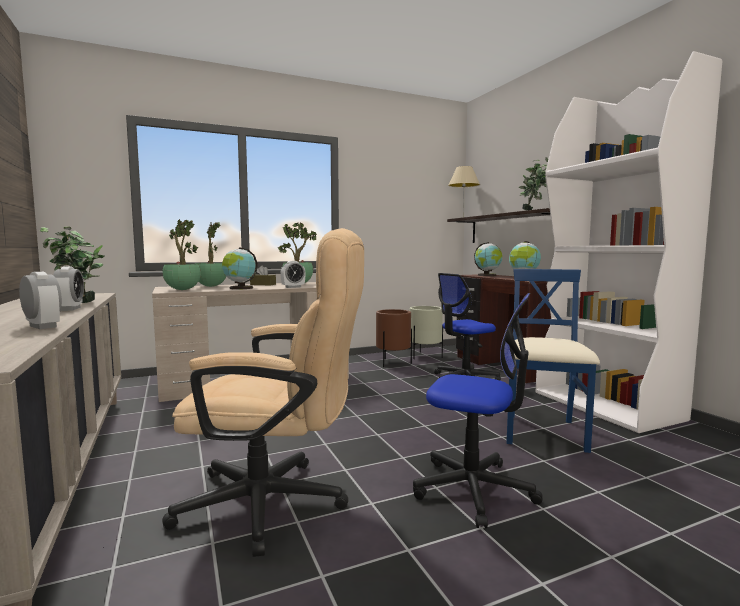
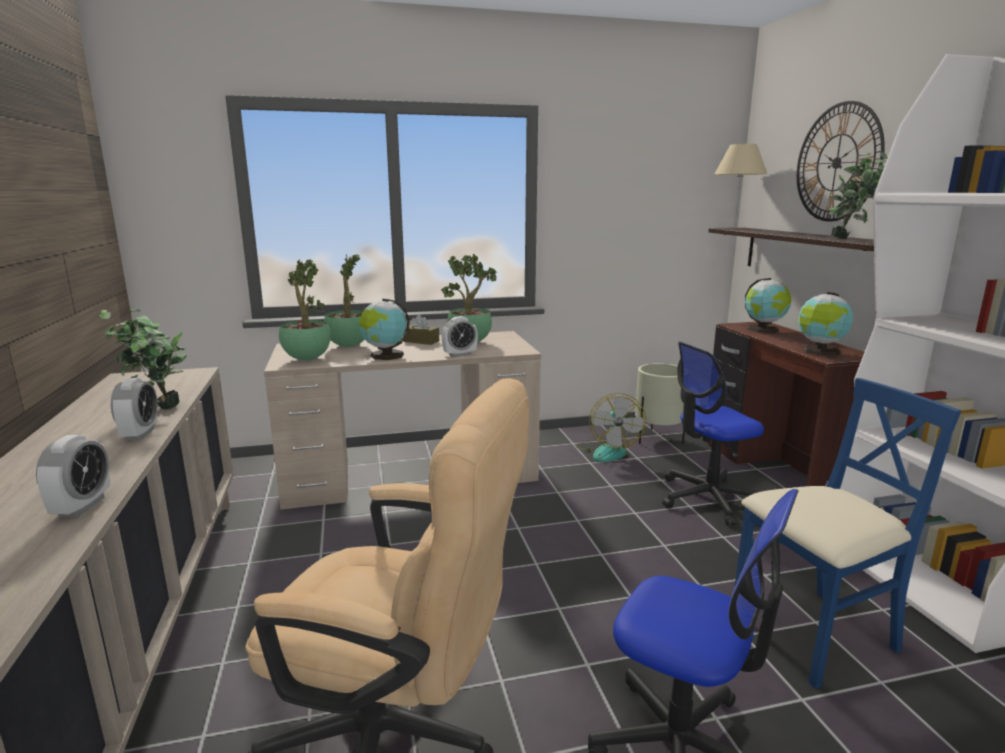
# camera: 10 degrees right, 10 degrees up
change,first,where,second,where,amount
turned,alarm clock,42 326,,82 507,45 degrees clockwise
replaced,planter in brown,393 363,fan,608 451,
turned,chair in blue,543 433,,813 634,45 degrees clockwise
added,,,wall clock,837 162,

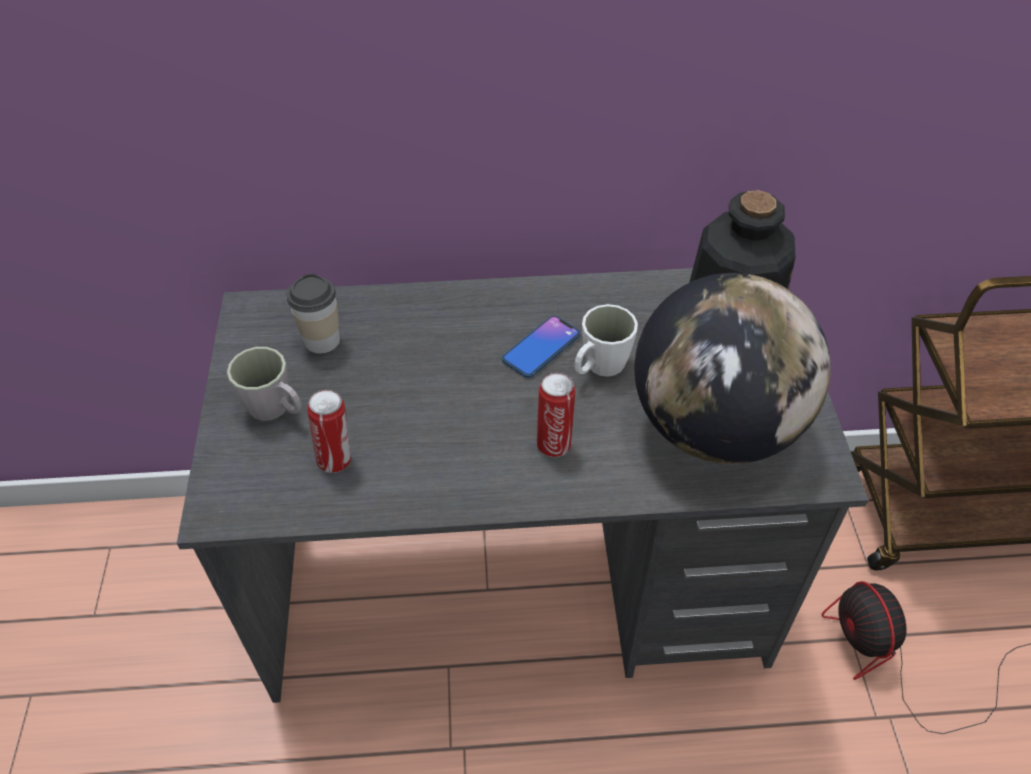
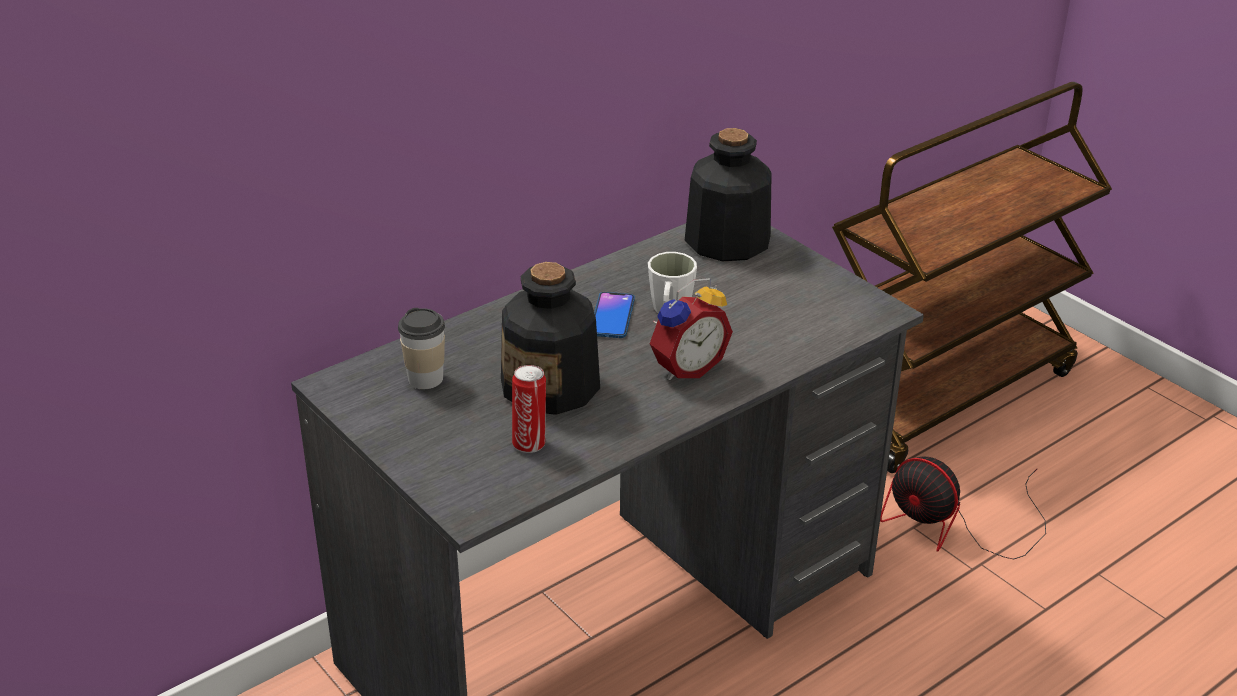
# camera: 35 degrees left, 15 degrees down
change,first,where,second,where,amount
removed,mug in grey,276 409,,,
replaced,can,554 443,alarm clock,686 367,
removed,globe,715 427,,,
added,,,bottle,551 386,

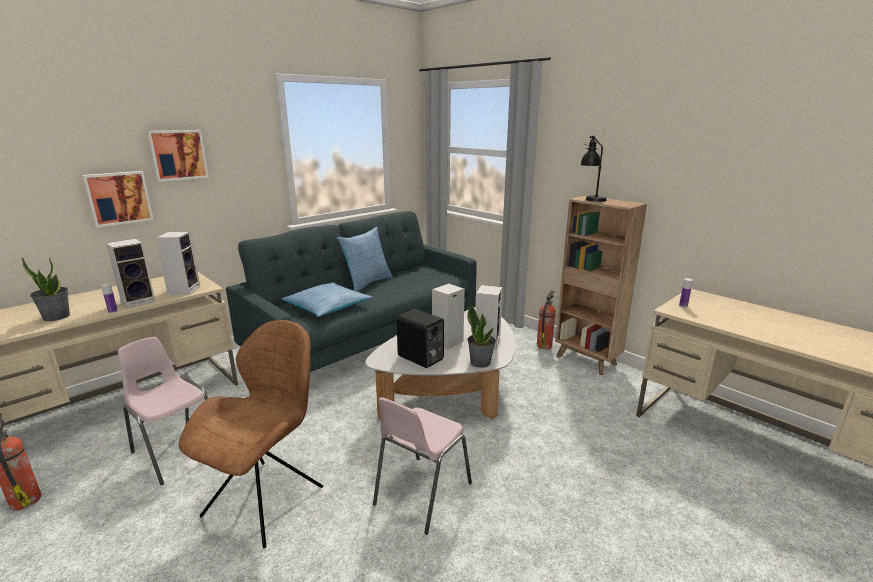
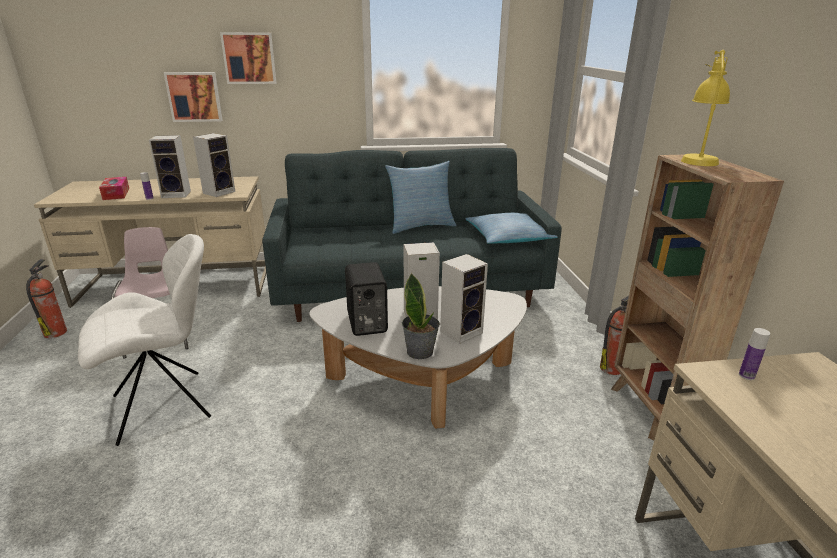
# camera: 35 degrees right, 5 degrees up
change,first,where,second,where,amount
replaced,potted plant,56 316,tissue box,116 194,
recoloured,chair in brown,267 498,chair in white,166 405,
moved,pillow,327 307,,508 237,
removed,chair in pink,421 494,,,
recoloured,table lamp in black,590 198,table lamp in yellow,697 159,

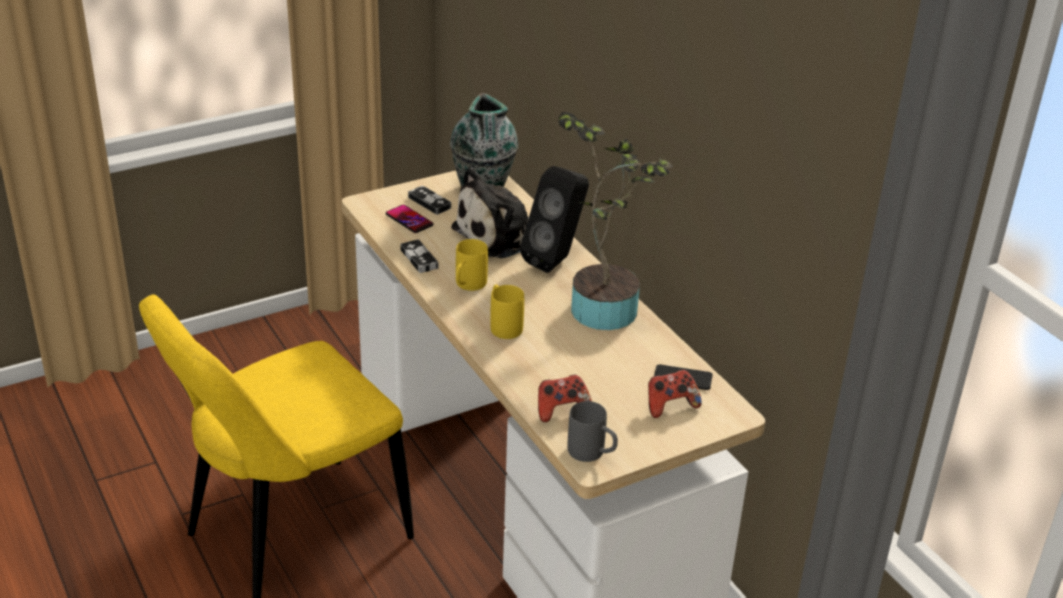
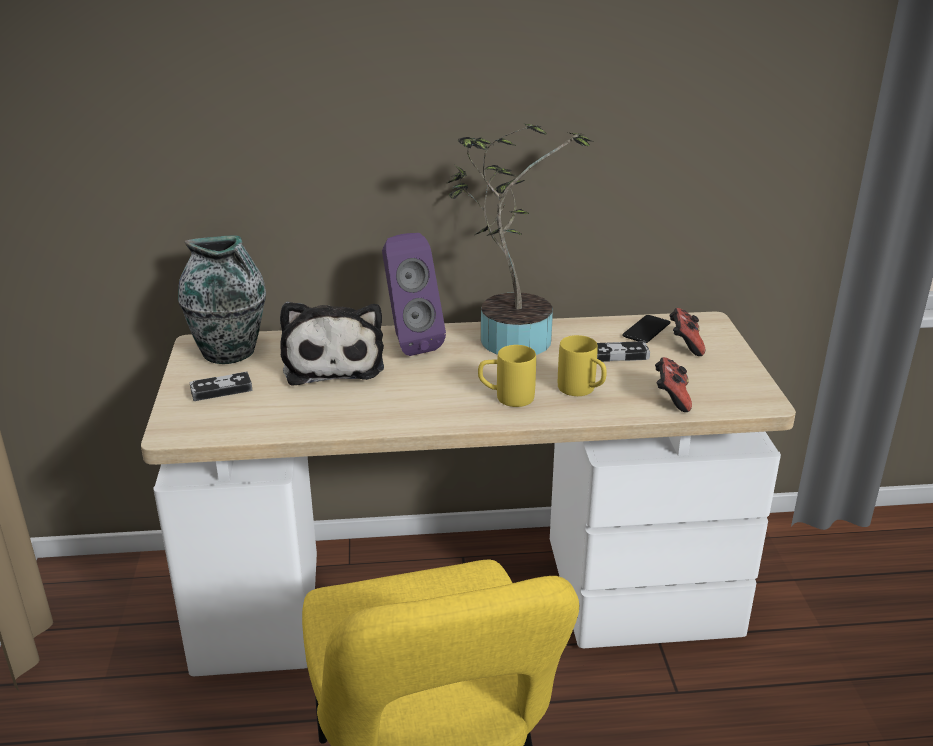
# camera: 65 degrees left, 5 degrees down
change,first,where,second,where,amount
removed,phone,409 220,,,
moved,game controller,419 259,,620 355,
moved,mug in yellow,467 286,,582 391,
recoloured,speaker in black,556 260,speaker in purple,409 343,
removed,mug in grey,592 454,,,

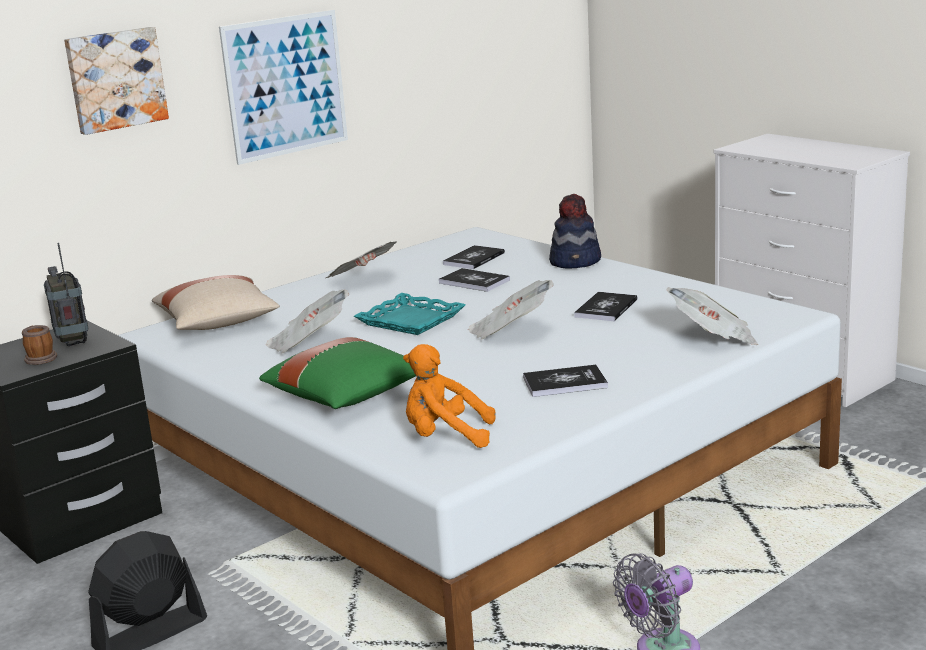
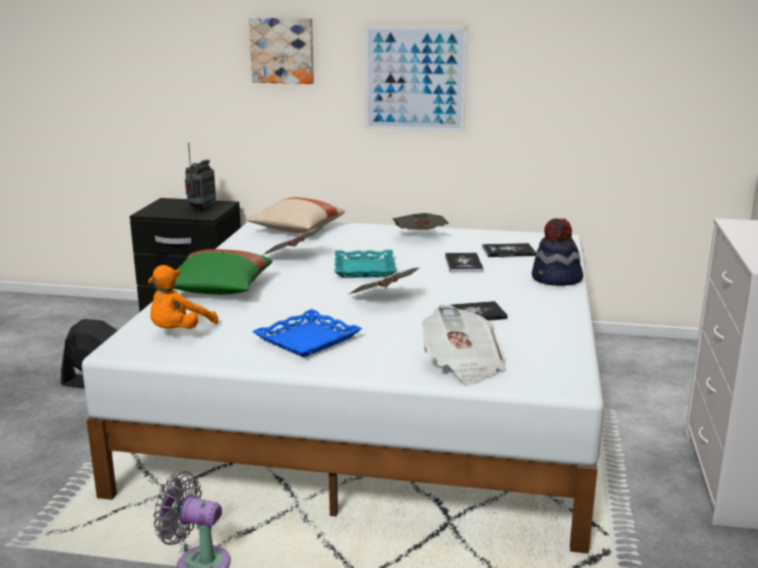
# camera: 50 degrees right, 0 degrees up
change,first,where,second,where,amount
removed,mug,40 358,,,
turned,plush toy in orange,445 437,,179 332,120 degrees counterclockwise
replaced,book,565 383,tray in blue,308 340,

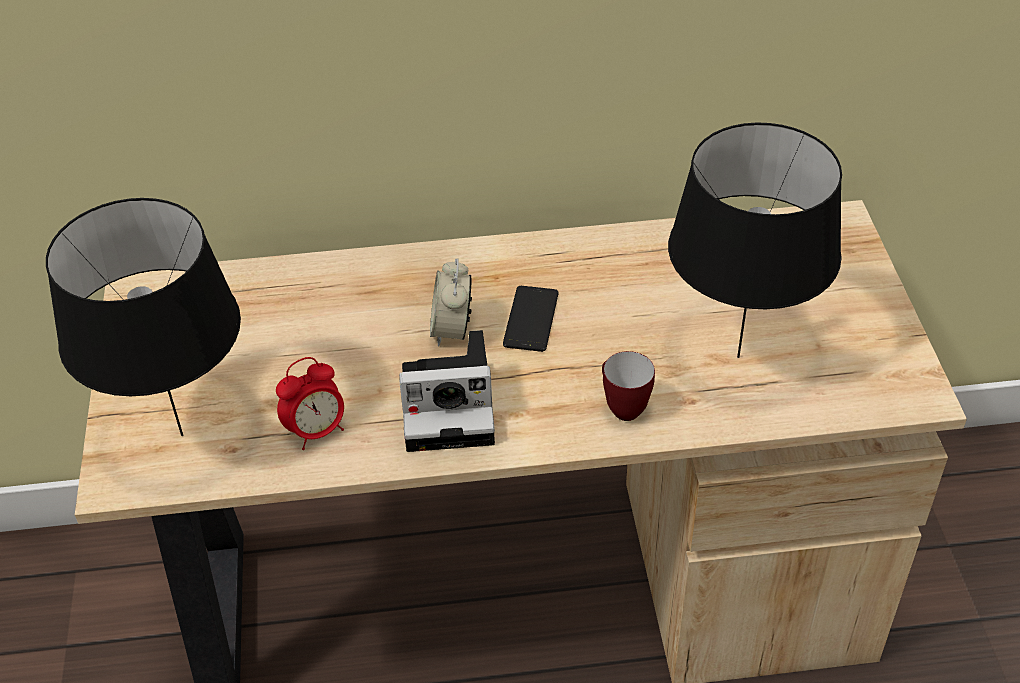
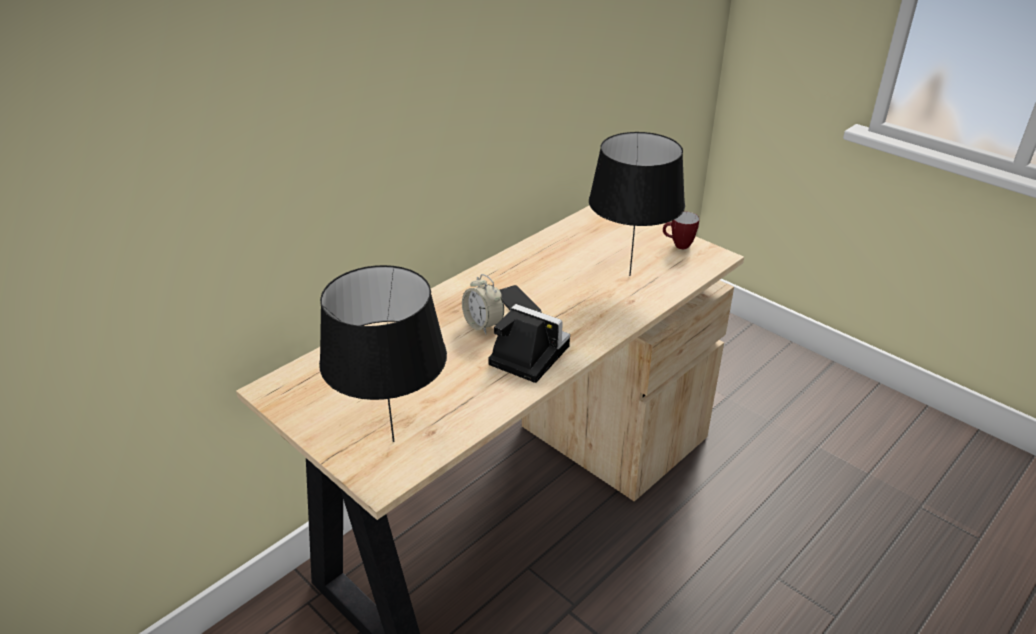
# camera: 40 degrees left, 10 degrees down
change,first,where,second,where,amount
removed,alarm clock,316 431,,,
turned,photo camera,452 405,,526 355,105 degrees counterclockwise
moved,mug,621 407,,678 245,

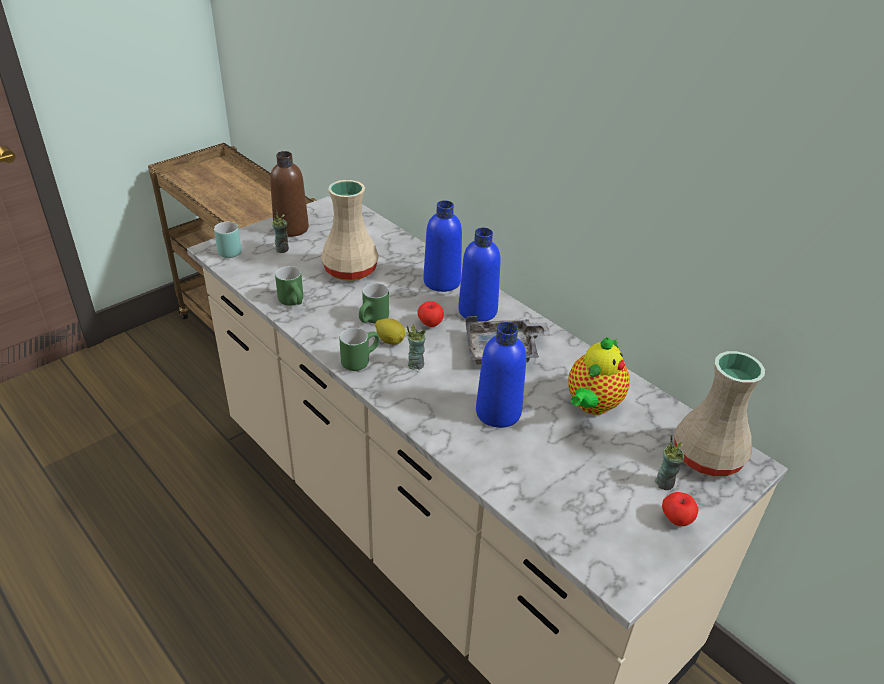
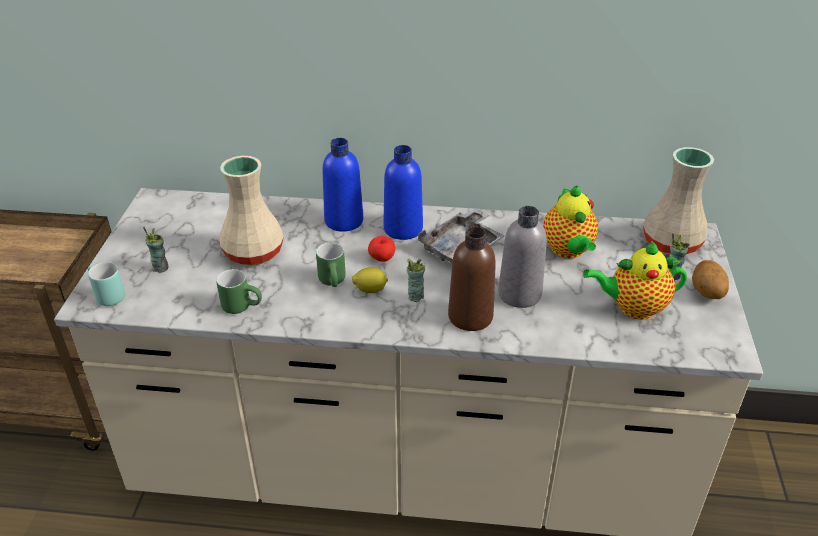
# camera: 40 degrees left, 0 degrees up
change,first,where,second,where,amount
moved,bottle in brown,291 228,,470 316,
removed,mug in green,359 360,,,
recoloured,bottle in blue,498 412,bottle in grey,519 294,
replaced,apple,676 519,potato,706 293,
added,,,teapot,633 308,

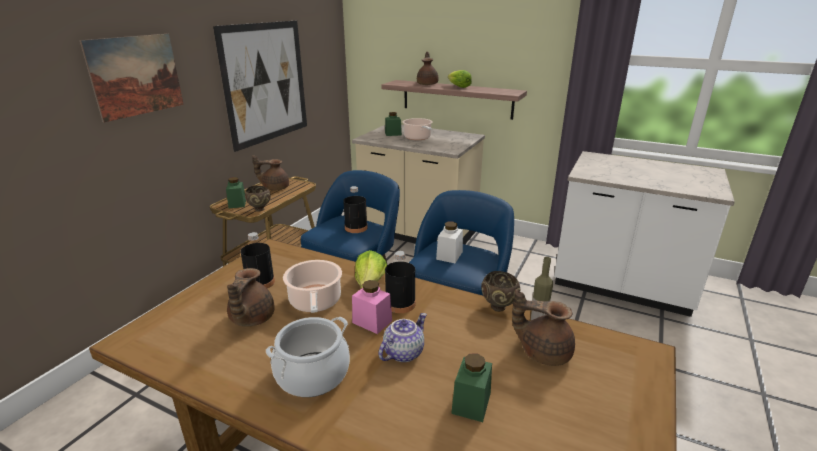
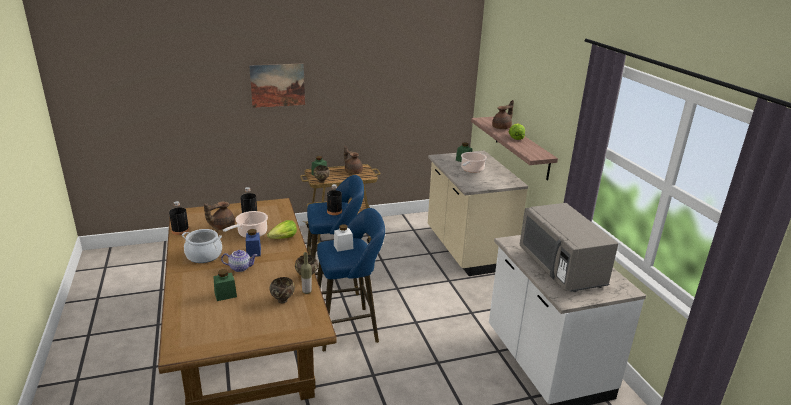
# camera: 45 degrees right, 0 degrees up
change,first,where,second,where,amount
removed,picture,266 83,,,
recoloured,jar in pink,372 321,jar in blue,253 252,
moved,bottle in black,400 304,,180 231,
replaced,teapot in brown,543 351,bowl in brown,283 300,
added,,,microwave in grey,561 268,

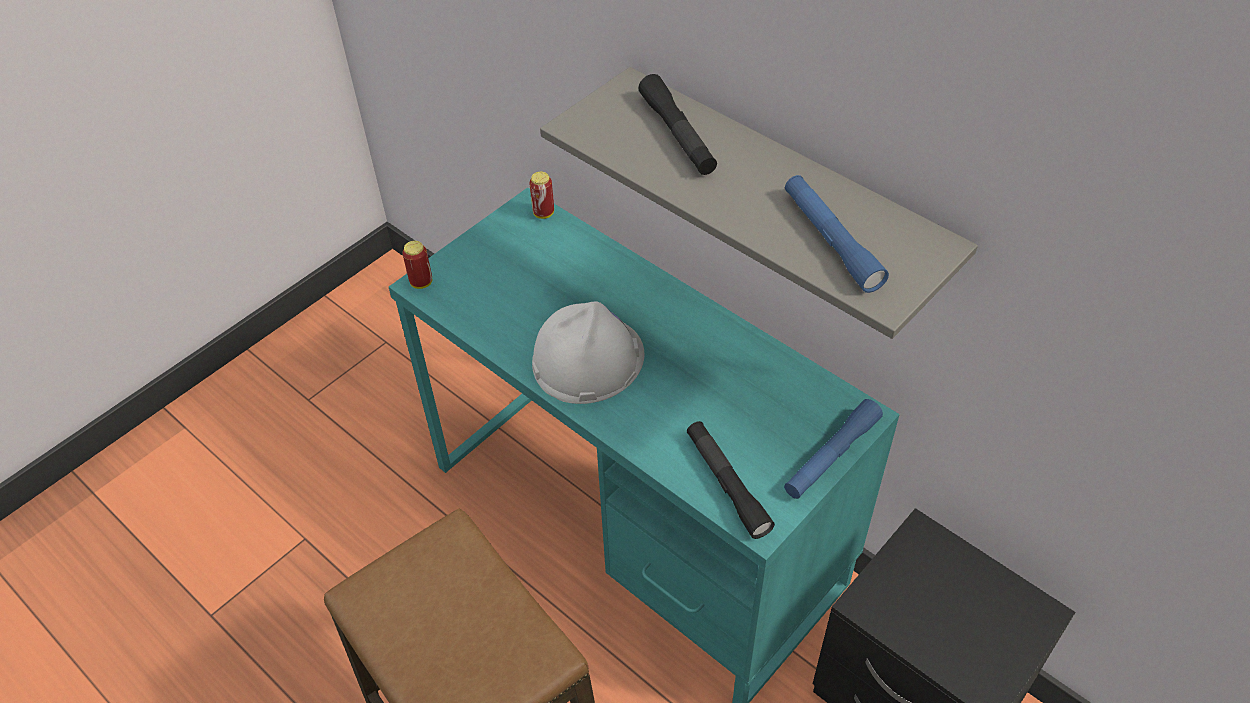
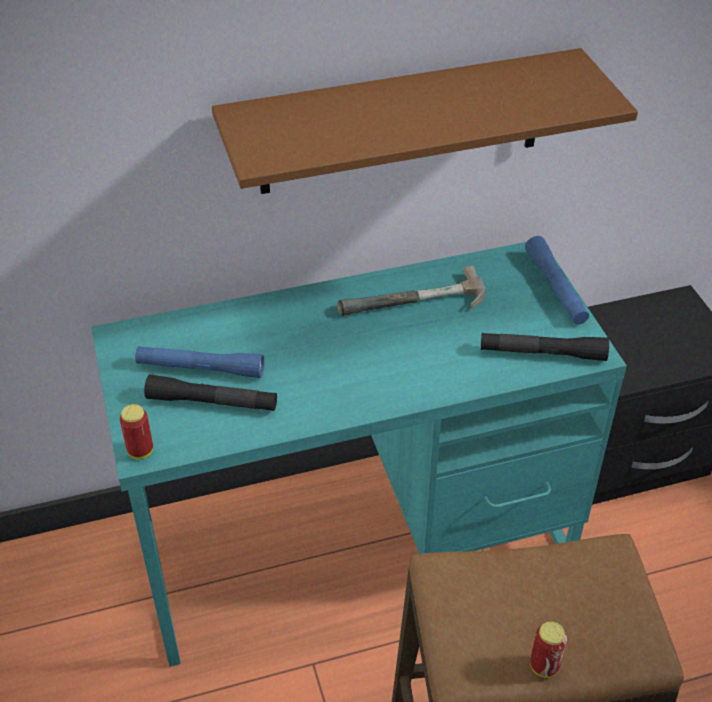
# camera: 60 degrees left, 5 degrees down
change,first,where,second,where,amount
moved,can,543 213,,544 666,
removed,hard hat in white,587 358,,,
recoloured,shelf in grey,784 193,shelf in brown,401 123,
moved,flashlight in black,677 134,,212 402,
moved,flashlight in blue,831 241,,200 368,
added,,,hammer,415 305,

